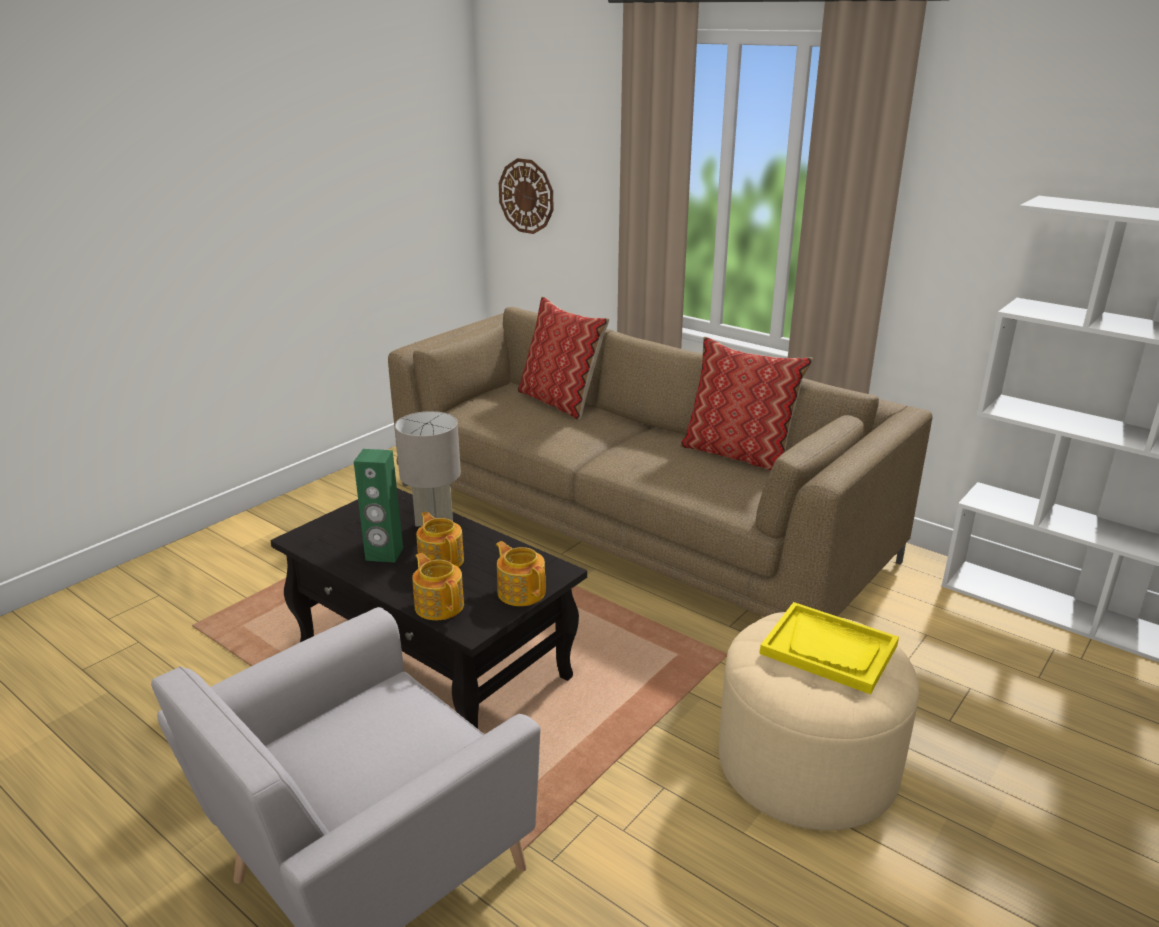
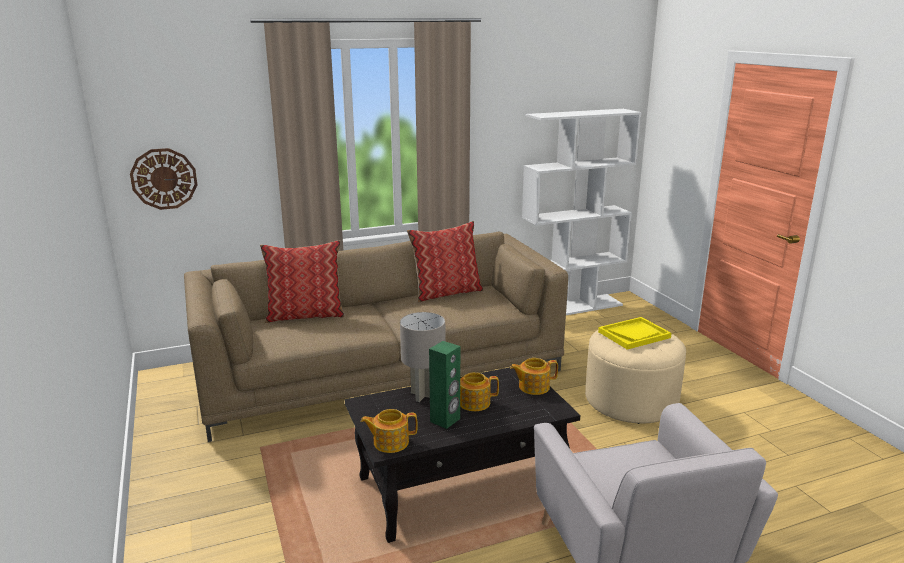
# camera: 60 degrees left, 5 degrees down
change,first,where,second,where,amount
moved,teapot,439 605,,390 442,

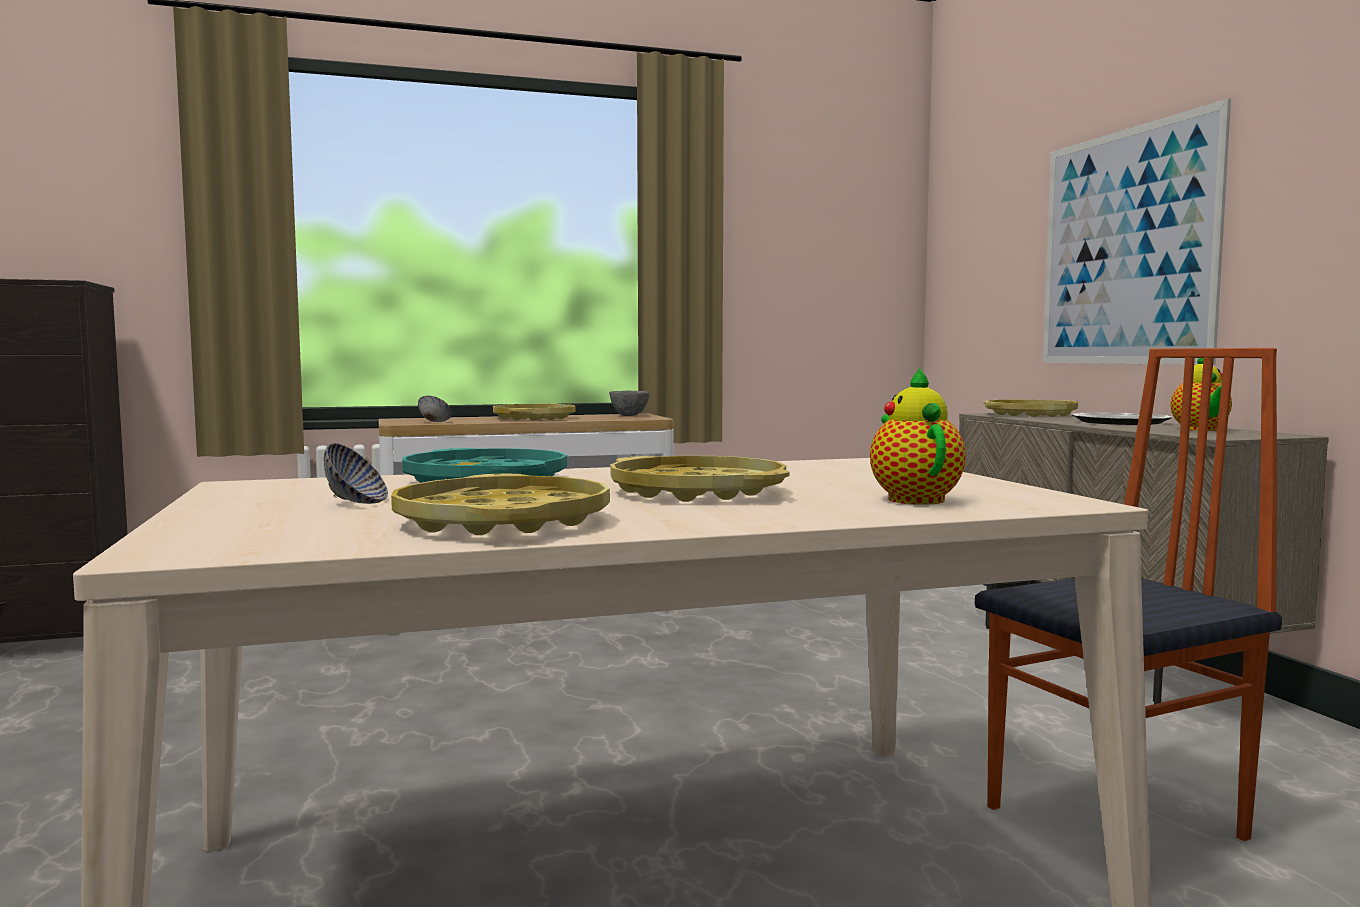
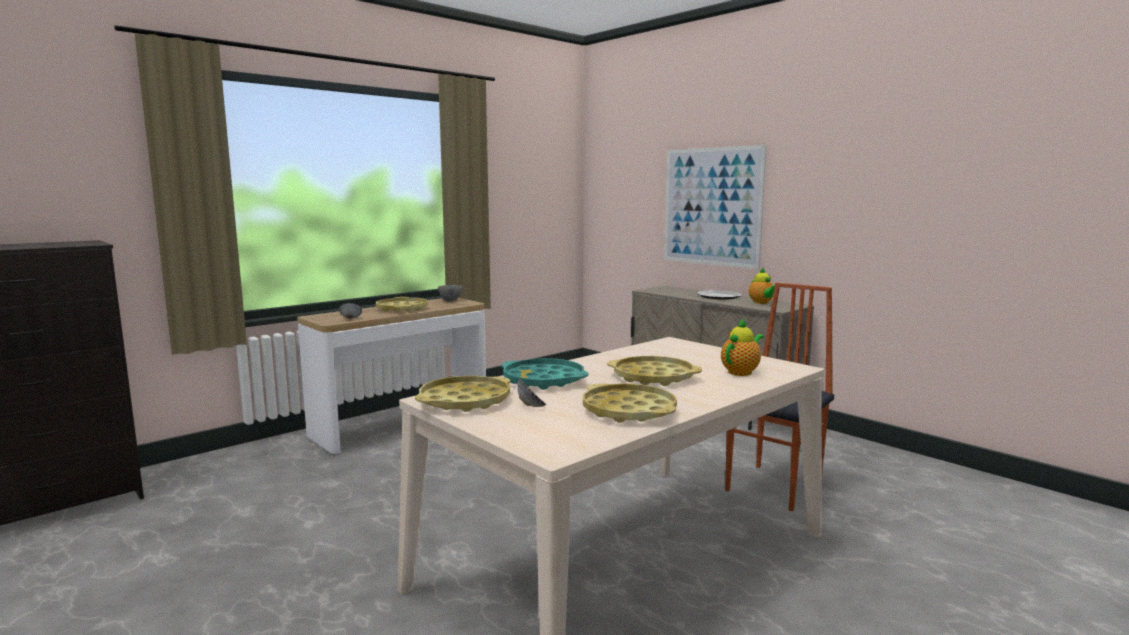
# camera: 25 degrees left, 5 degrees up
change,first,where,second,where,amount
turned,teapot,913 499,,741 372,75 degrees clockwise
moved,tray in yellow,1030 415,,464 401,

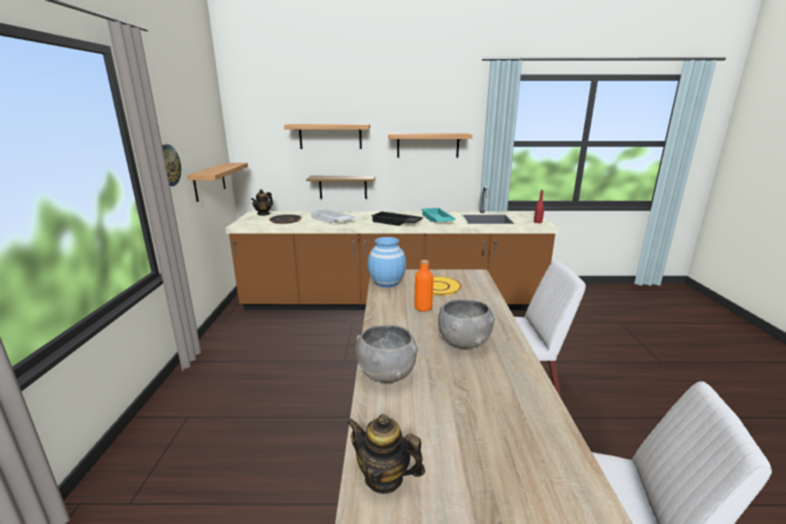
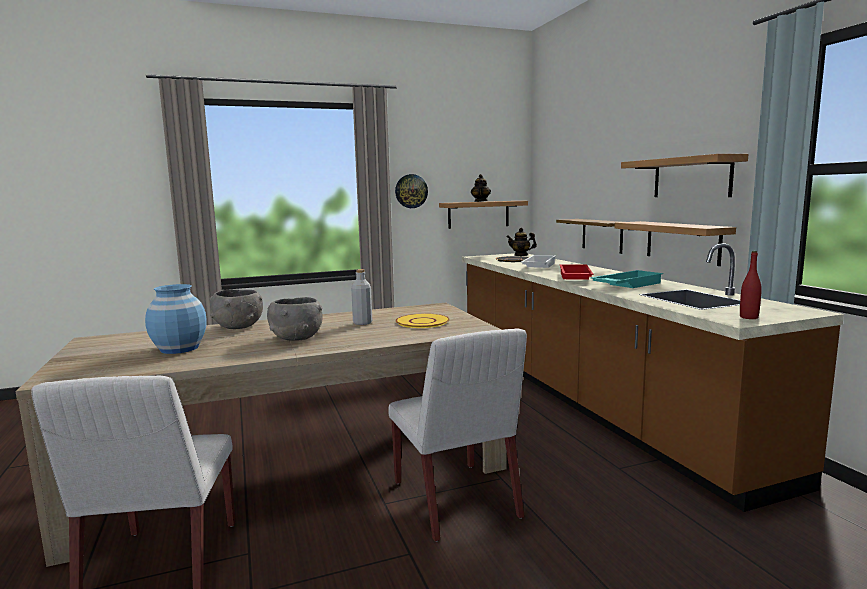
# camera: 70 degrees right, 10 degrees down
change,first,where,second,where,amount
moved,shelf,330 136,,682 242,
moved,teapot,384 477,,480 201,
moved,vase in blue,386 282,,179 348,
recoloured,tray in black,396 223,tray in red,574 277,
recoloured,bottle in orange,423 308,bottle in grey,362 323,

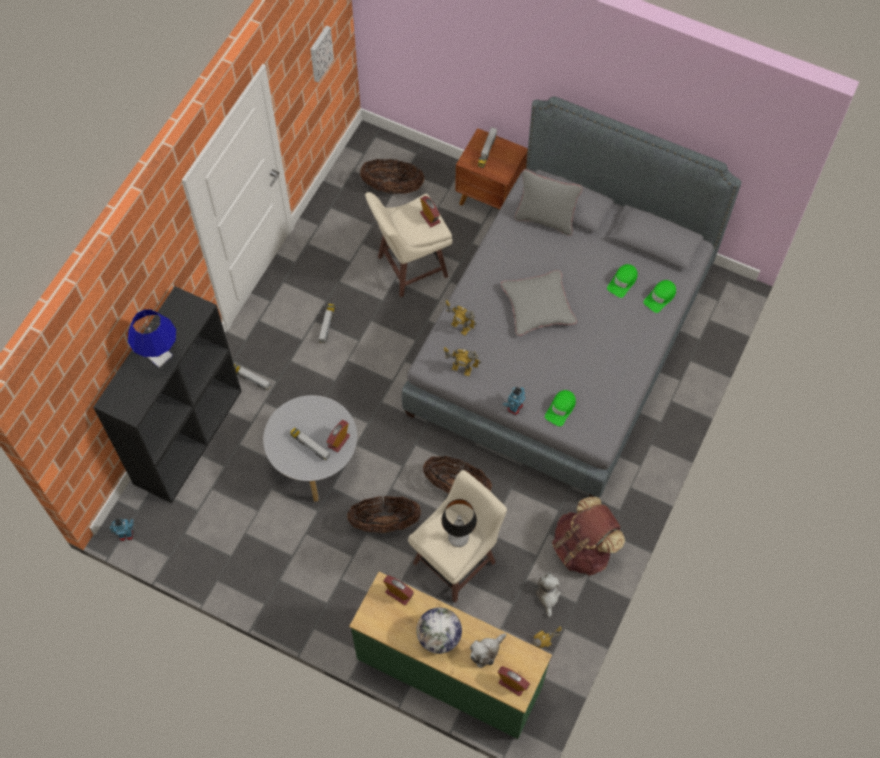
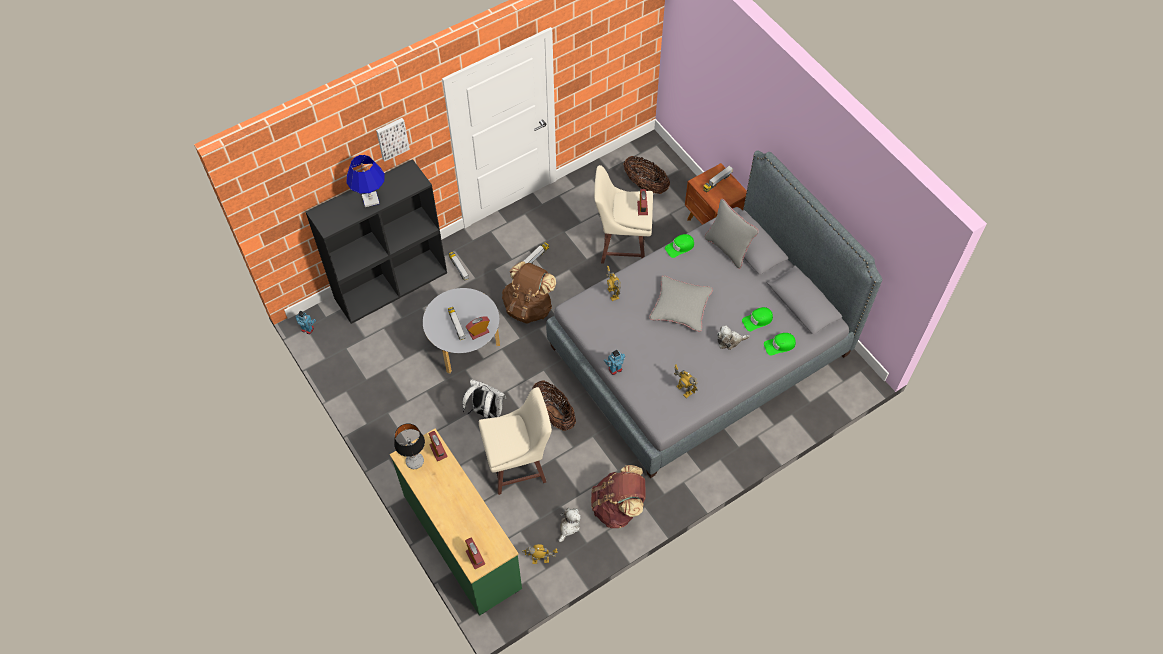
# camera: 30 degrees right, 5 degrees down
change,first,where,second,where,amount
moved,picture,320 53,,392 138,
replaced,basket,384 522,backpack in white,486 412,
removed,globe,439 637,,,
moved,table lamp,458 537,,415 461,
moved,toy robot,461 369,,684 390,
moved,plush toy,486 651,,730 341,
moved,cap in green,561 409,,680 247,
added,,,backpack in brown,528 307,

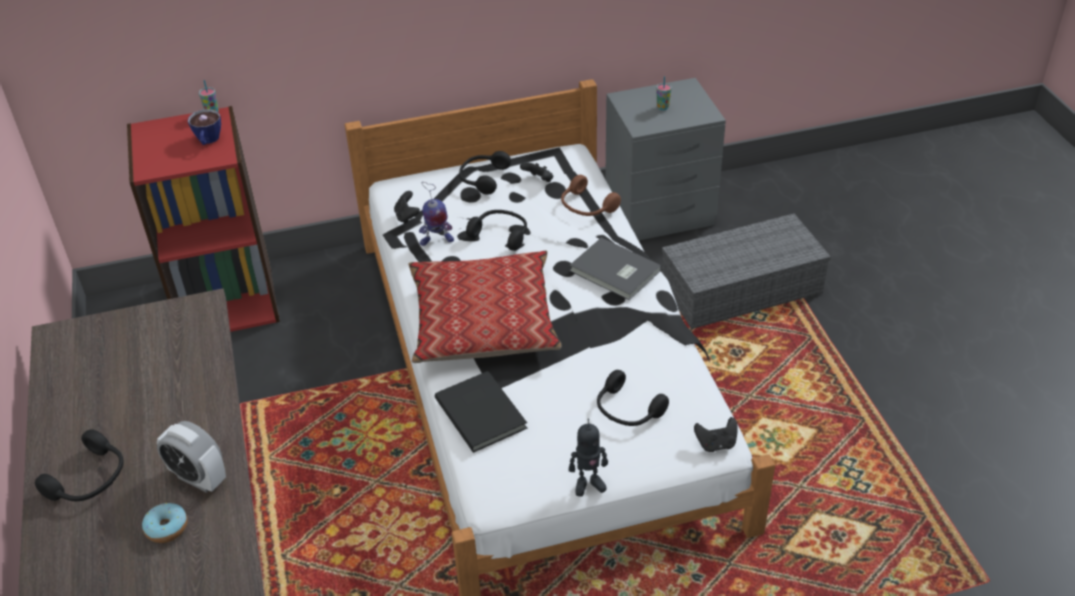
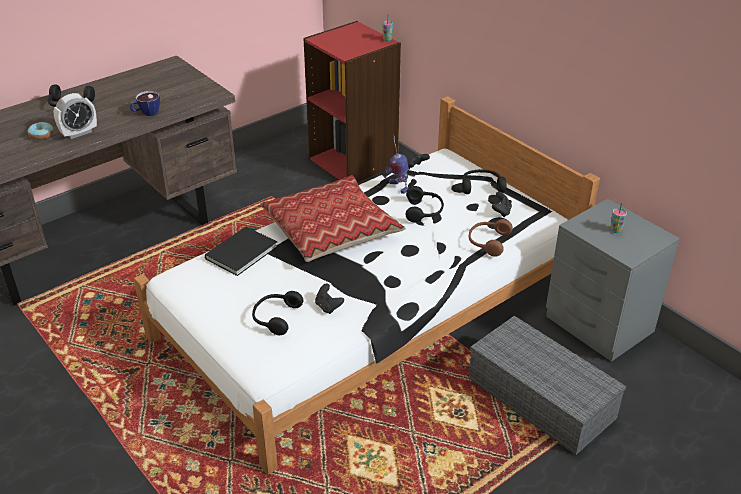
# camera: 65 degrees right, 5 degrees down
change,first,where,second,where,amount
turned,alarm clock,198 478,,79 133,135 degrees counterclockwise
moved,cup,208 141,,146 113,
removed,toy robot,588 484,,,
removed,book in grey,614 272,,,
moved,game controller in black,716 444,,328 307,

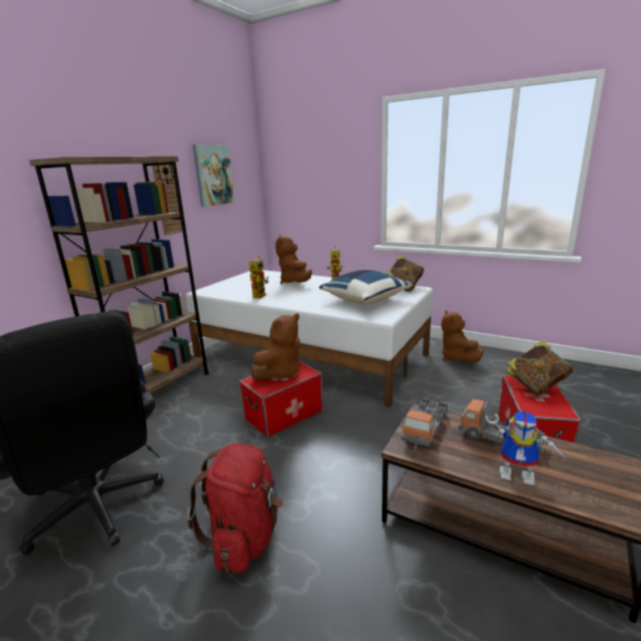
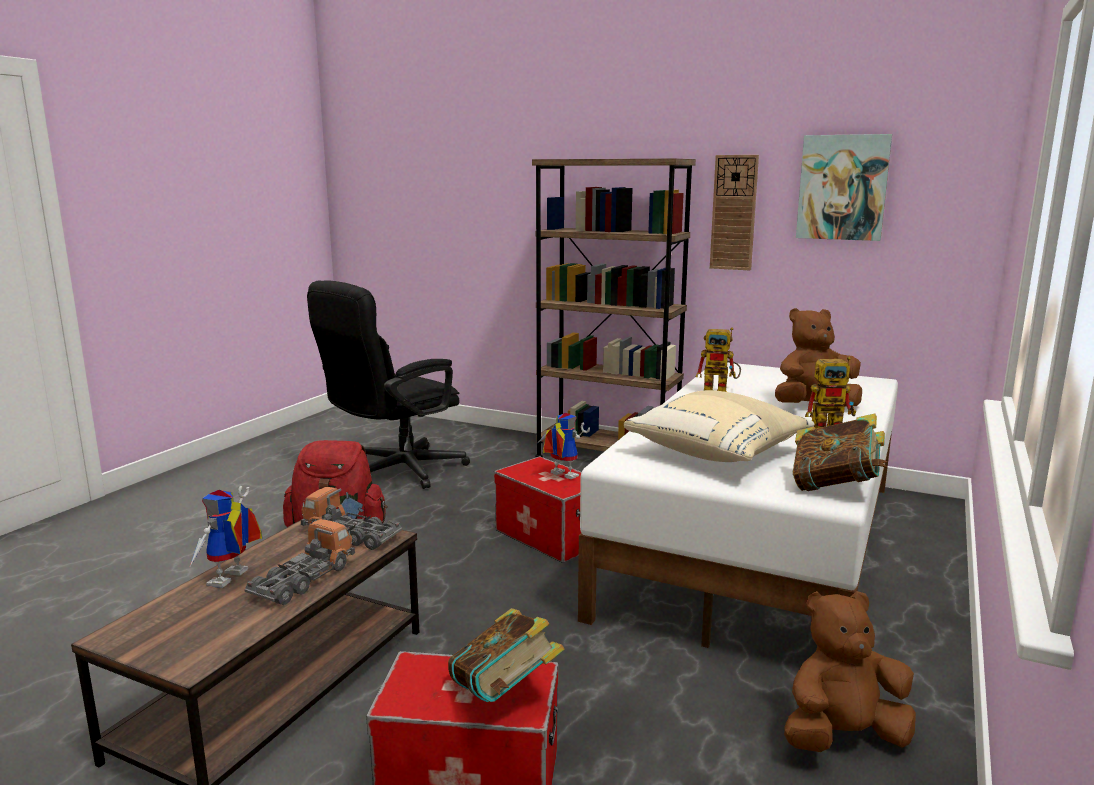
# camera: 85 degrees right, 5 degrees down
change,first,where,second,where,amount
replaced,plush toy in brown,281 373,toy robot,559 475,
recoloured,pillow in blue,365 300,pillow in beige,719 453,

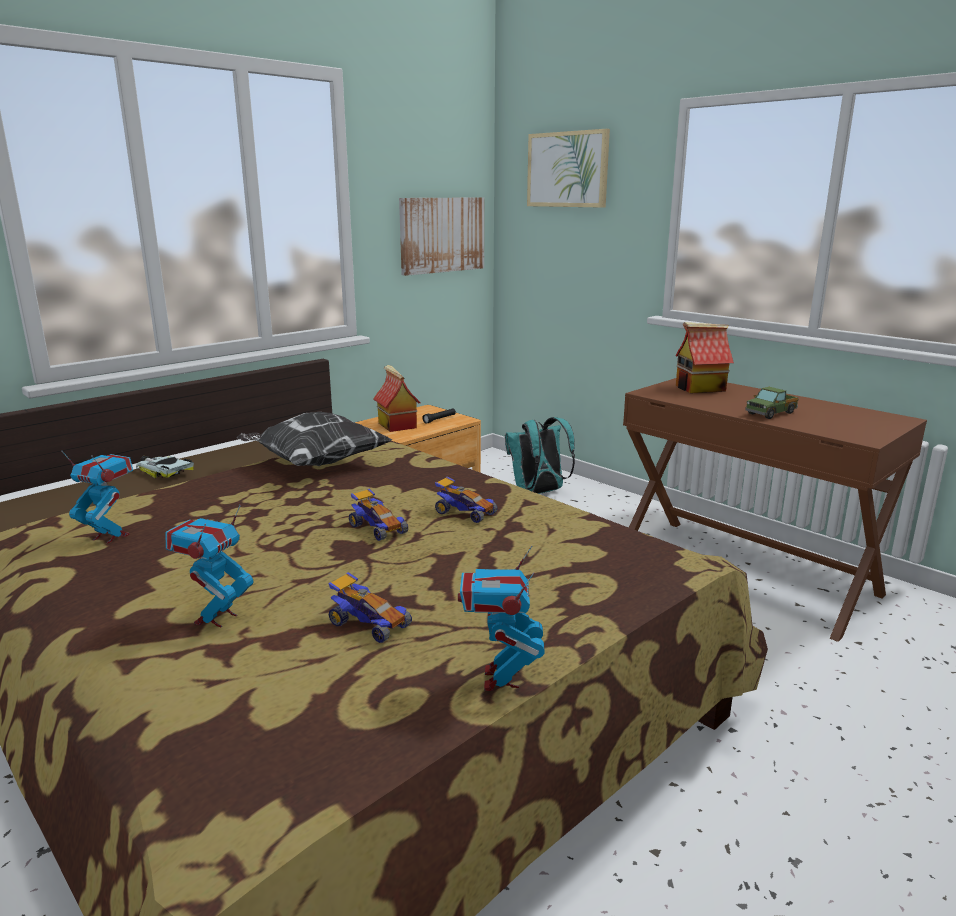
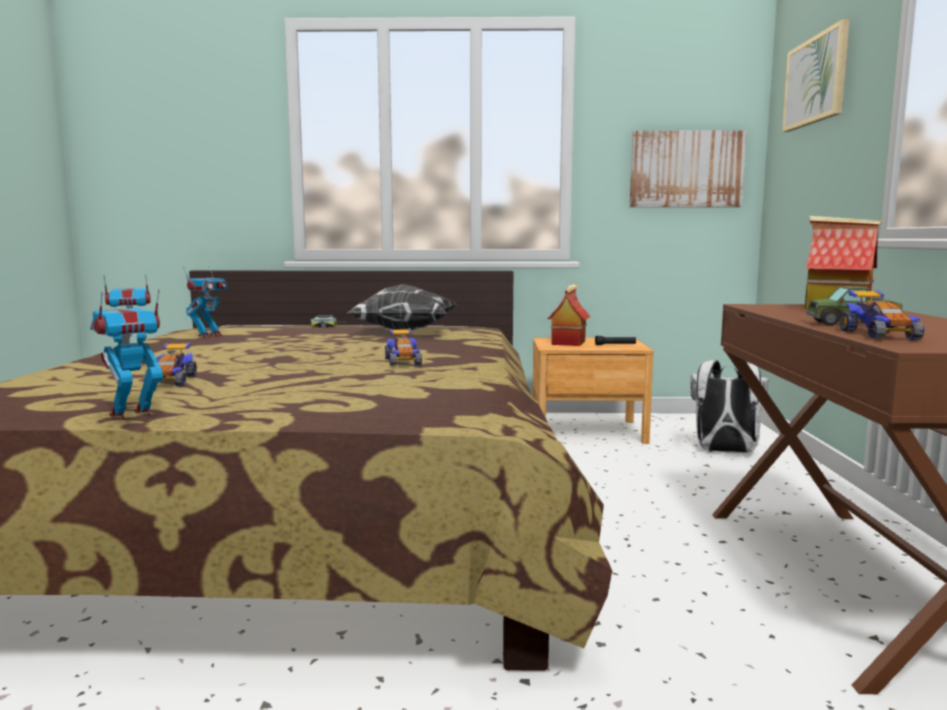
# camera: 45 degrees right, 10 degrees down
change,first,where,second,where,amount
turned,toy robot,110 536,,209 336,60 degrees clockwise
moved,toy car,377 528,,877 335,
recoloured,backpack in turquoise,538 492,backpack in white,724 452,

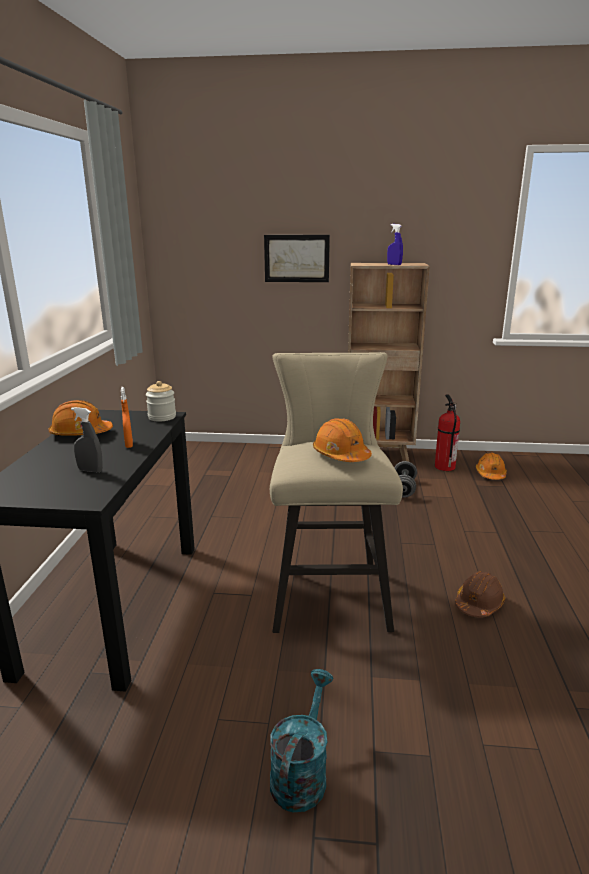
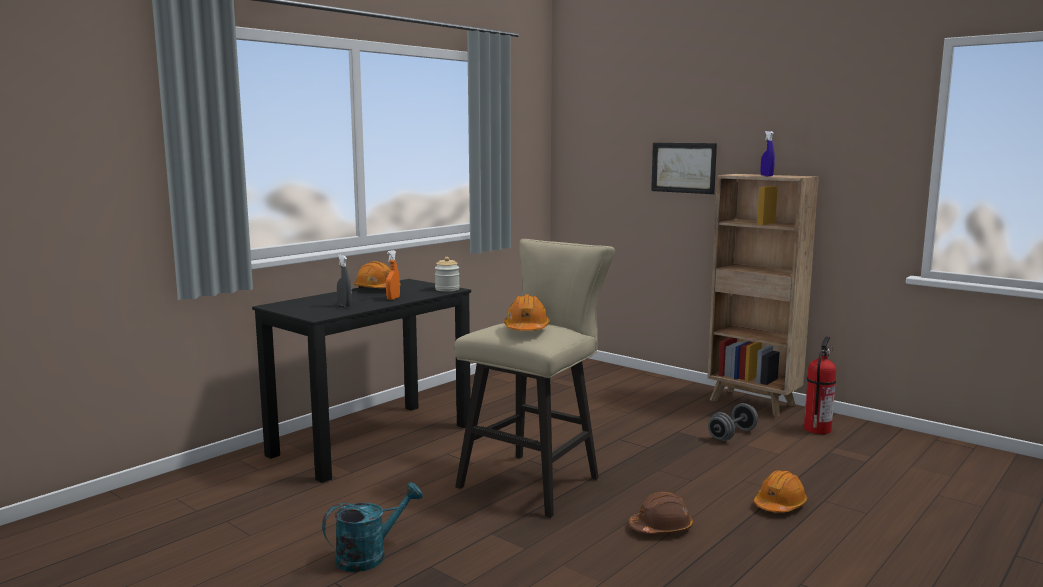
# camera: 35 degrees right, 10 degrees down
change,first,where,second,where,amount
moved,hard hat in orange,490 474,,779 505,

